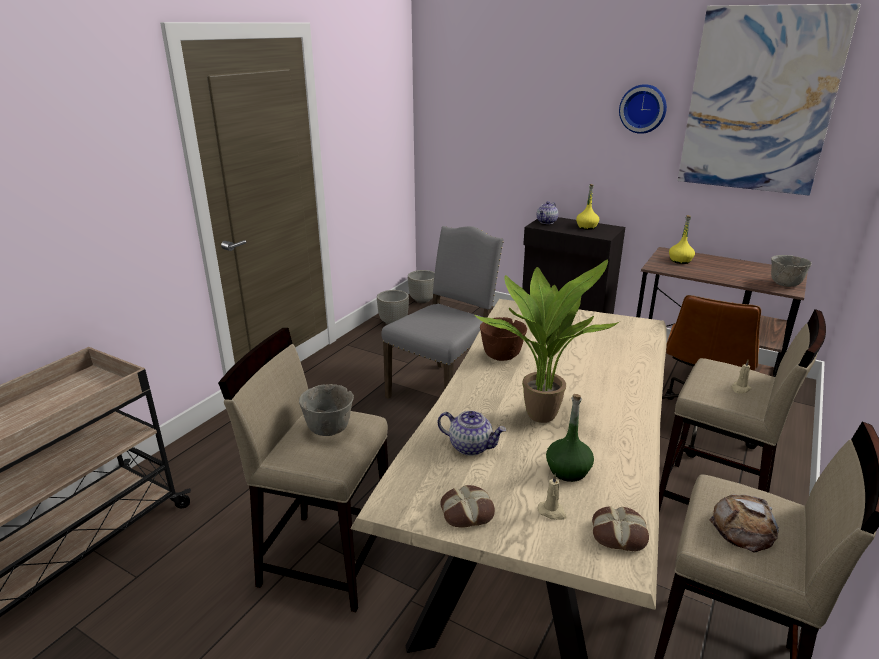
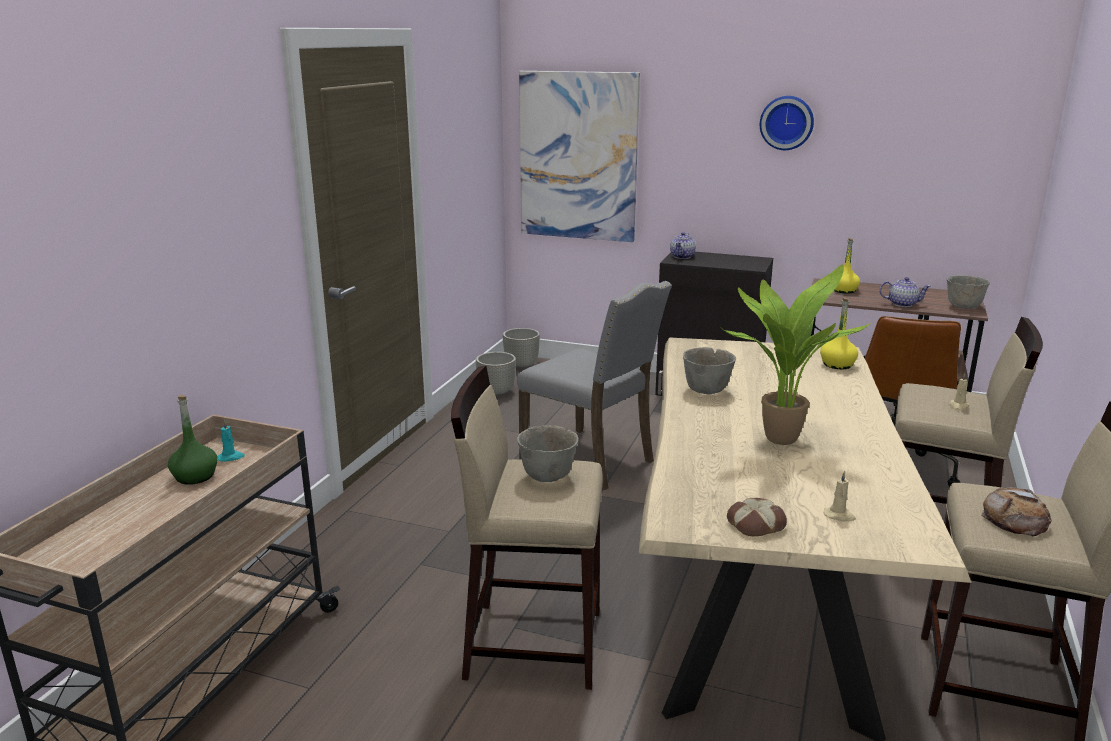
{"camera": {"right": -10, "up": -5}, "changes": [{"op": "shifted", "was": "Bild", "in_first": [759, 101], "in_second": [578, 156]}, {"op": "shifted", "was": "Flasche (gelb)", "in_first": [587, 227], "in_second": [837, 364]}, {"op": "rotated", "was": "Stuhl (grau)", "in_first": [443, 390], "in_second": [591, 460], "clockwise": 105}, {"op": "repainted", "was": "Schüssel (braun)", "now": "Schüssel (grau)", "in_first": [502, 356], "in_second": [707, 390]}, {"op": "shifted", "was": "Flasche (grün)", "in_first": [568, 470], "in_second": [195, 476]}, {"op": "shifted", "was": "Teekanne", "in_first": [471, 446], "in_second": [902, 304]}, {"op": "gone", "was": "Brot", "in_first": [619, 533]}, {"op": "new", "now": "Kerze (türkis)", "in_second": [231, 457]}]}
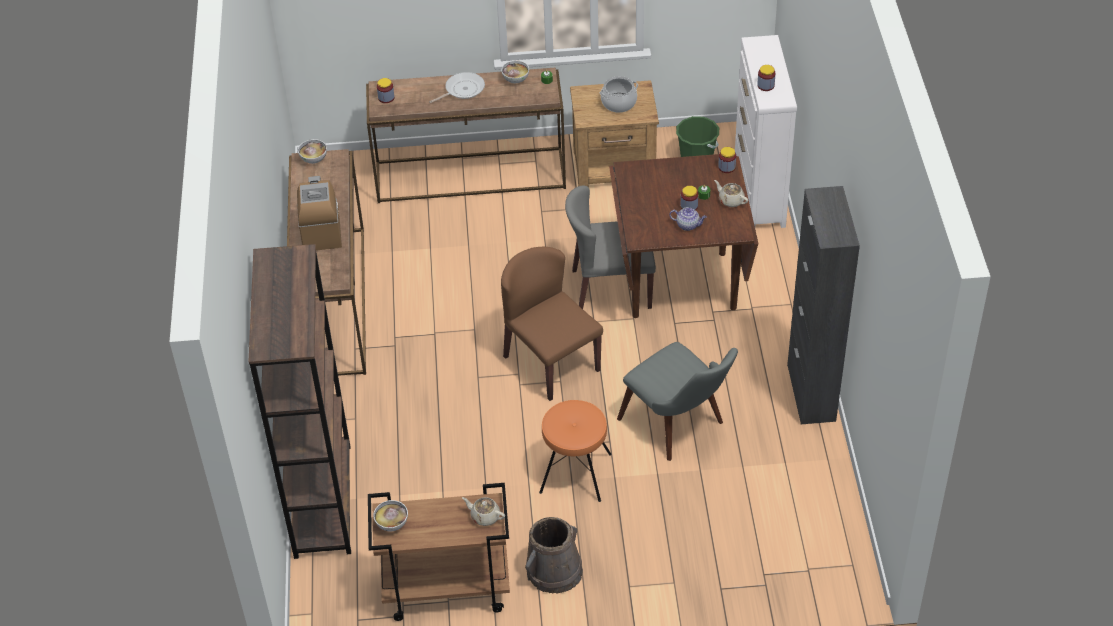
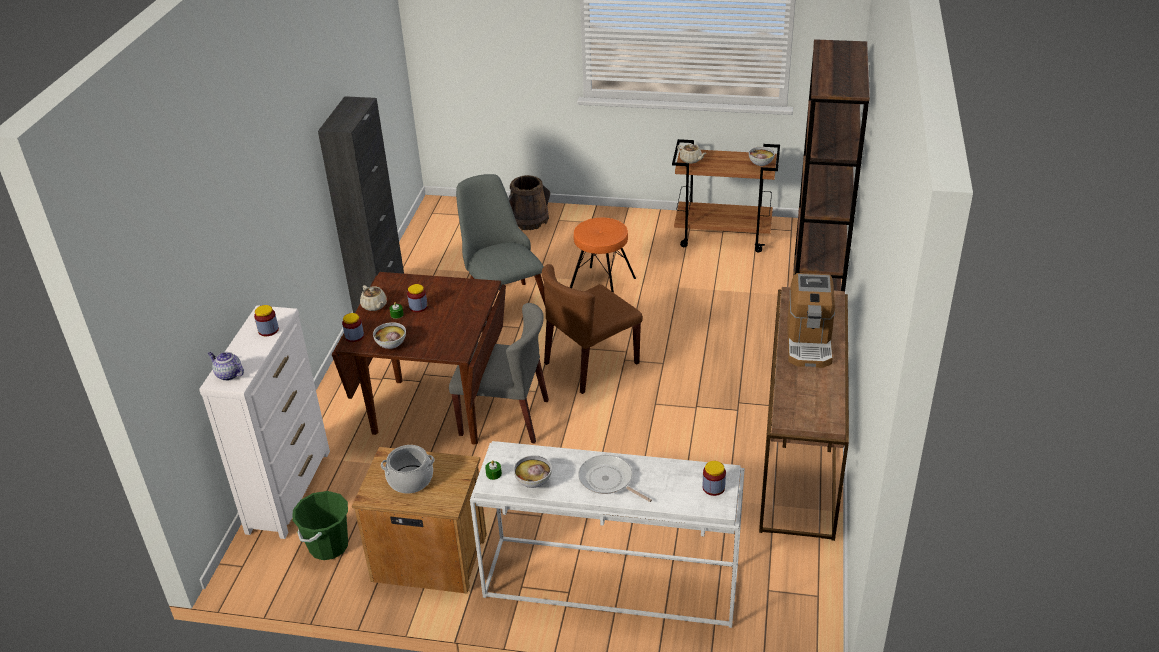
{"camera": {"right": -165, "up": -10}, "changes": [{"op": "repainted", "was": "Konsolentisch (braun)", "now": "Konsolentisch (weiß)", "in_first": [471, 175], "in_second": [609, 583]}, {"op": "rotated", "was": "Pfanne", "in_first": [462, 90], "in_second": [608, 481], "clockwise": 60}, {"op": "shifted", "was": "Schüssel", "in_first": [314, 159], "in_second": [391, 345]}, {"op": "shifted", "was": "Teekanne", "in_first": [688, 225], "in_second": [228, 374]}, {"op": "rotated", "was": "Stuhl (braun)", "in_first": [551, 363], "in_second": [591, 363], "clockwise": 75}, {"op": "shifted", "was": "Eimer (braun)", "in_first": [554, 571], "in_second": [528, 220]}]}
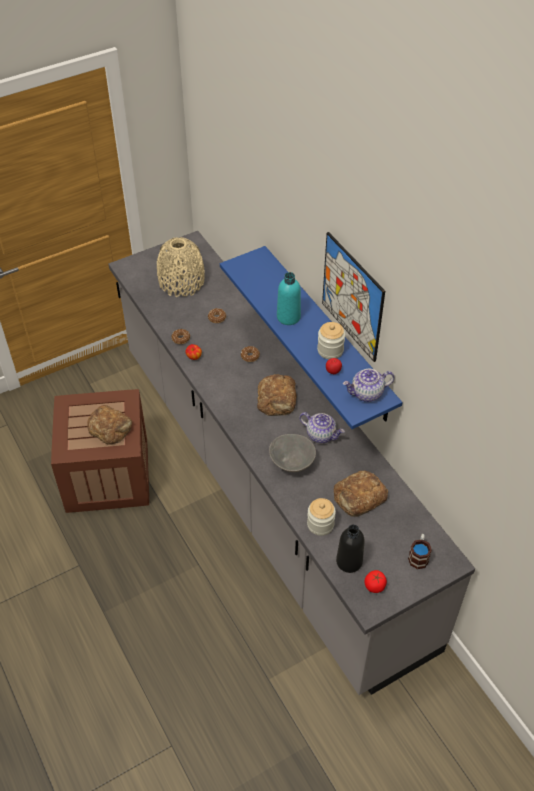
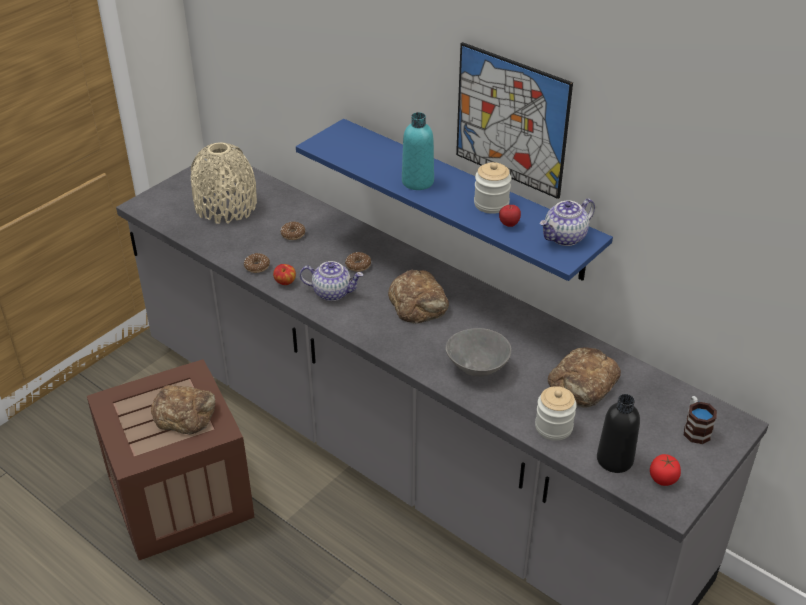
{"camera": {"right": -20, "up": -10}, "changes": [{"op": "shifted", "was": "Teekanne", "in_first": [321, 435], "in_second": [332, 292]}]}
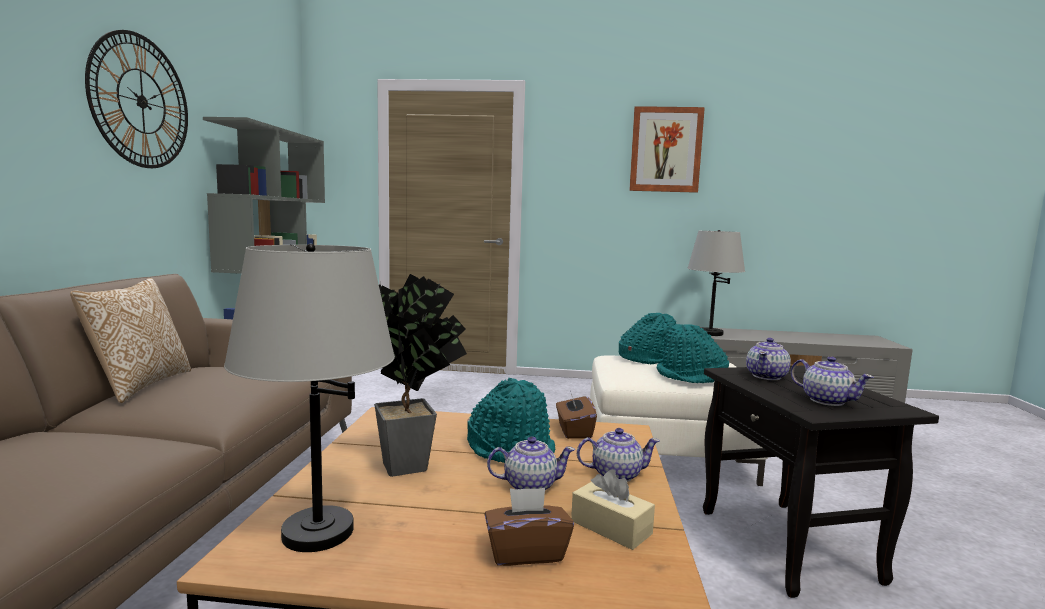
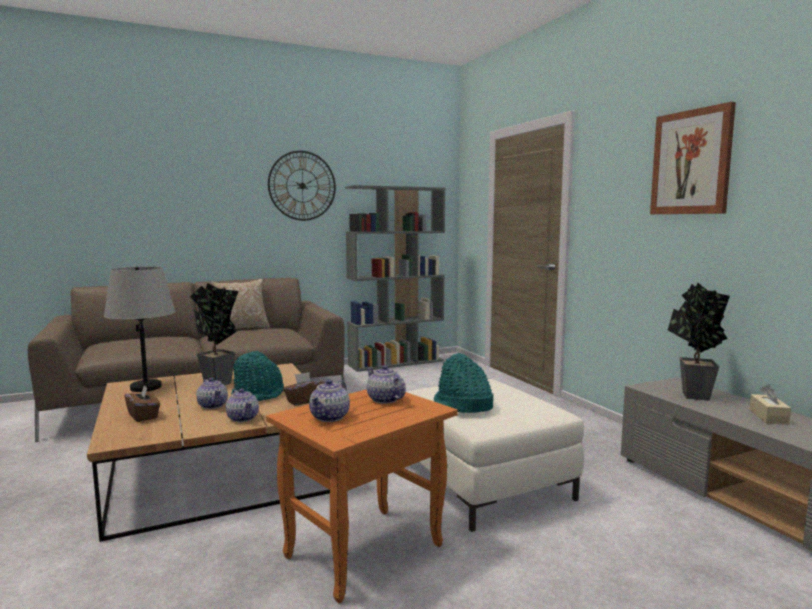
{"camera": {"right": 60, "up": 0}, "changes": [{"op": "swapped", "was": "Tischlampe (grau)", "now": "Topfpflanze", "in_first": [710, 333], "in_second": [693, 397]}, {"op": "gone", "was": "Hut (türkis)", "in_first": [648, 358]}, {"op": "rotated", "was": "Teekanne", "in_first": [767, 376], "in_second": [385, 400], "clockwise": 45}, {"op": "repainted", "was": "Beistelltisch (schwarz)", "now": "Beistelltisch (orange)", "in_first": [791, 547], "in_second": [363, 553]}, {"op": "shifted", "was": "Taschentuchbox (beige)", "in_first": [611, 527], "in_second": [768, 417]}]}
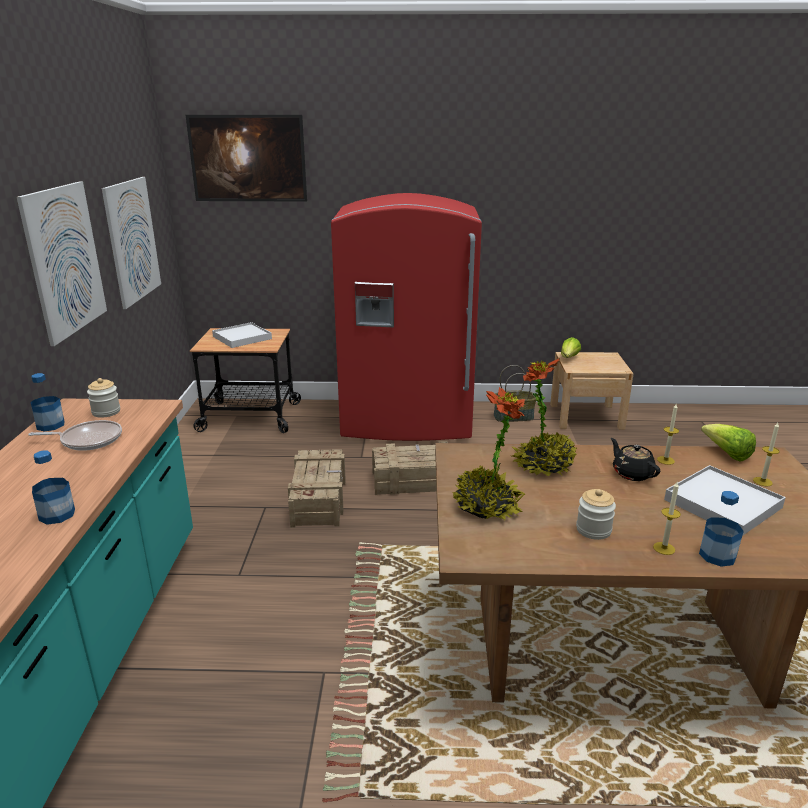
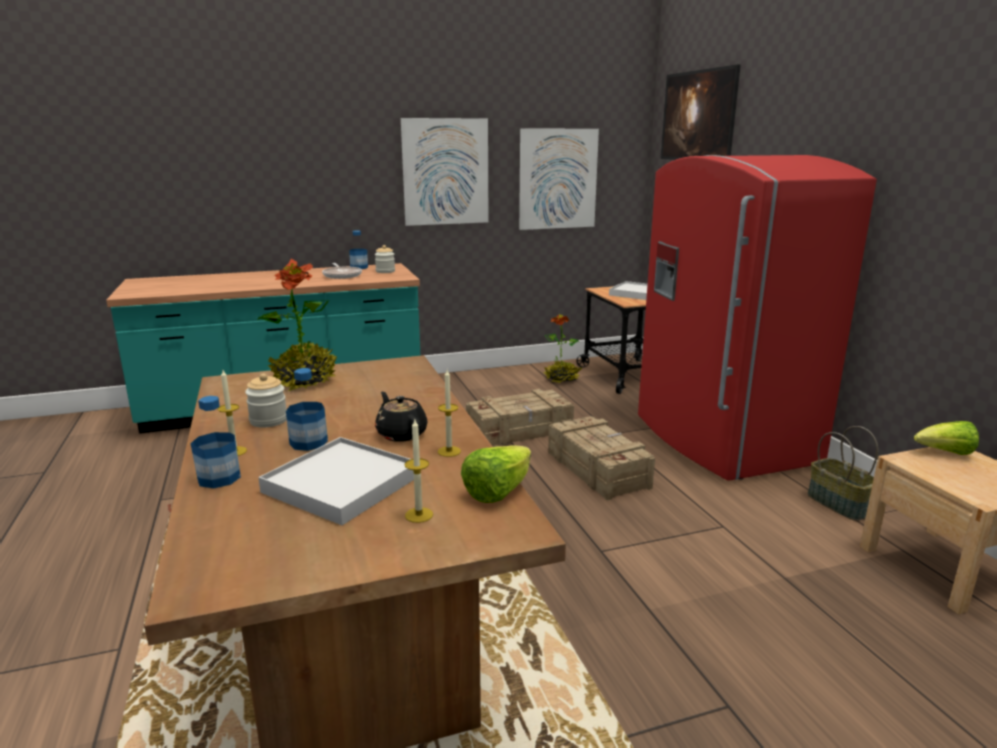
{"camera": {"right": 70, "up": -5}, "changes": [{"op": "shifted", "was": "Topfpflanze", "in_first": [543, 465], "in_second": [562, 379]}, {"op": "rotated", "was": "Teekanne (schwarz)", "in_first": [632, 473], "in_second": [401, 434], "clockwise": -75}, {"op": "shifted", "was": "Flasche", "in_first": [57, 515], "in_second": [308, 442]}]}
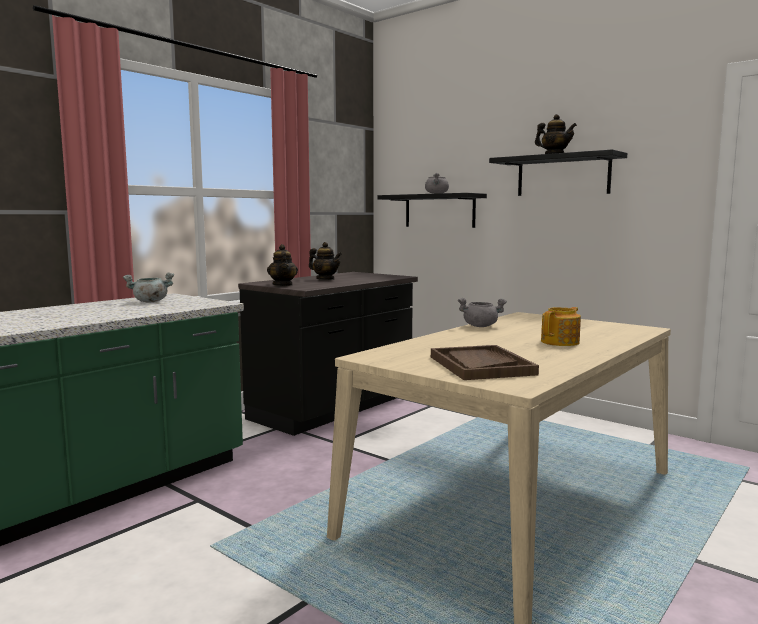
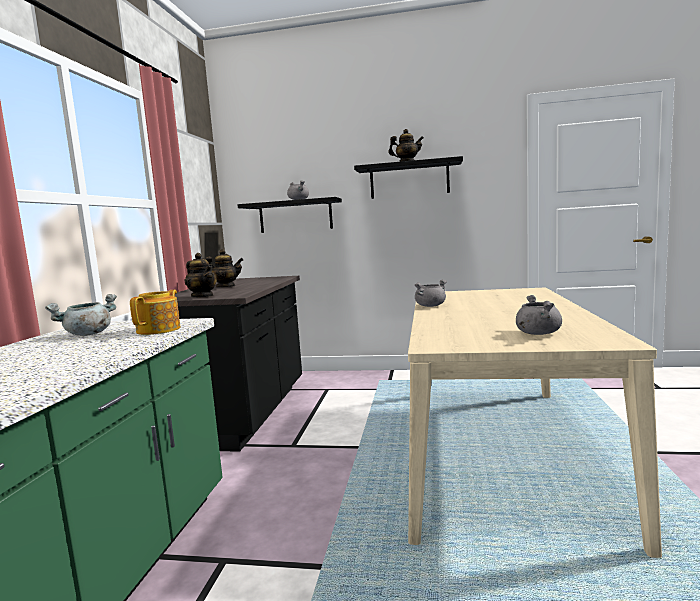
{"camera": {"right": -30, "up": 0}, "changes": [{"op": "shifted", "was": "Teekanne", "in_first": [561, 342], "in_second": [160, 330]}, {"op": "swapped", "was": "Tablett (braun)", "now": "Kochtopf (grau)", "in_first": [480, 365], "in_second": [537, 333]}]}
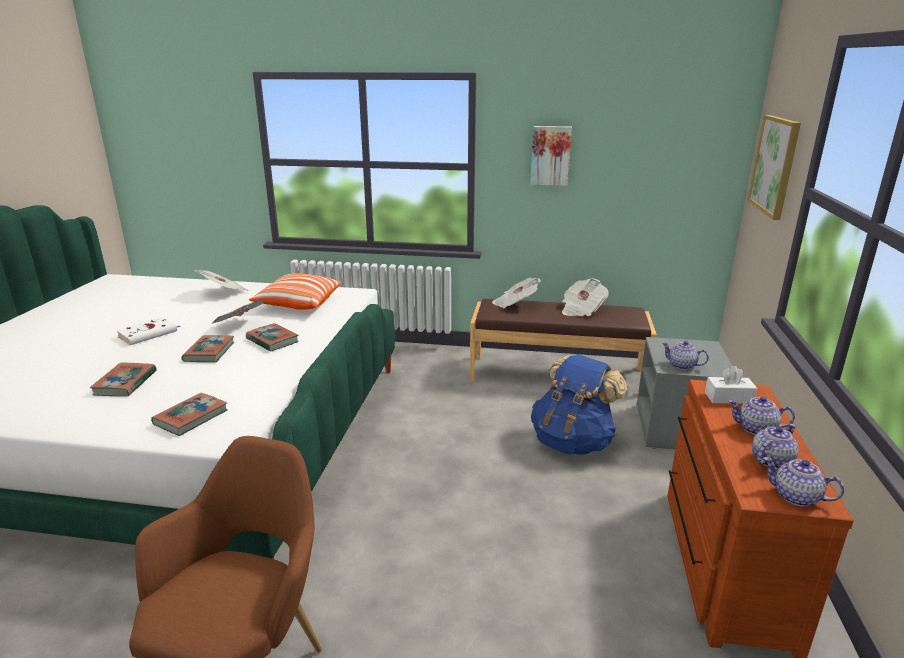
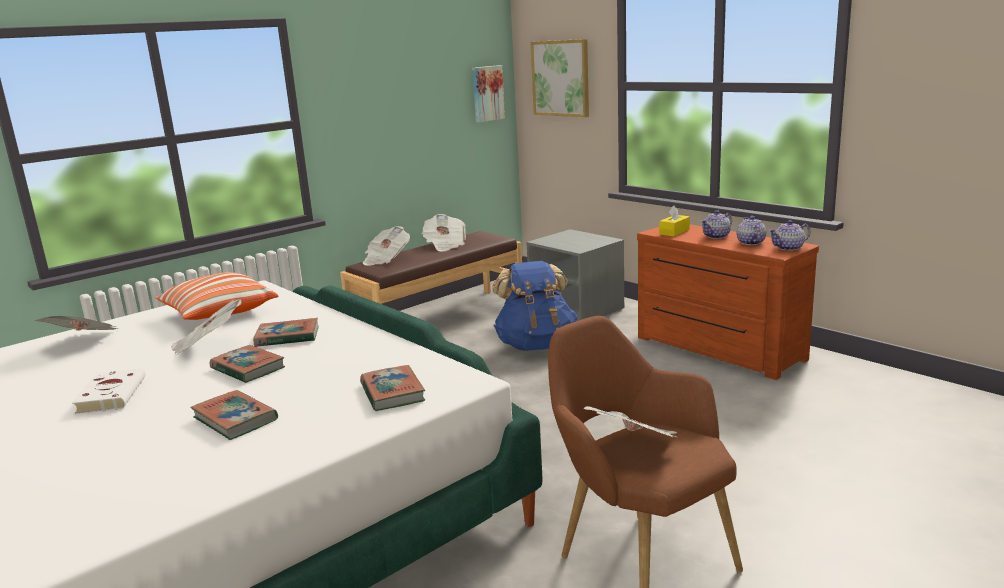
{"camera": {"right": -50, "up": -5}, "changes": [{"op": "shifted", "was": "Bild", "in_first": [550, 155], "in_second": [487, 93]}, {"op": "gone", "was": "Teekanne", "in_first": [682, 366]}, {"op": "repainted", "was": "Taschentuchbox (weiß)", "now": "Taschentuchbox (gelb)", "in_first": [728, 398], "in_second": [674, 232]}, {"op": "new", "now": "Zeitung", "in_second": [635, 445]}]}
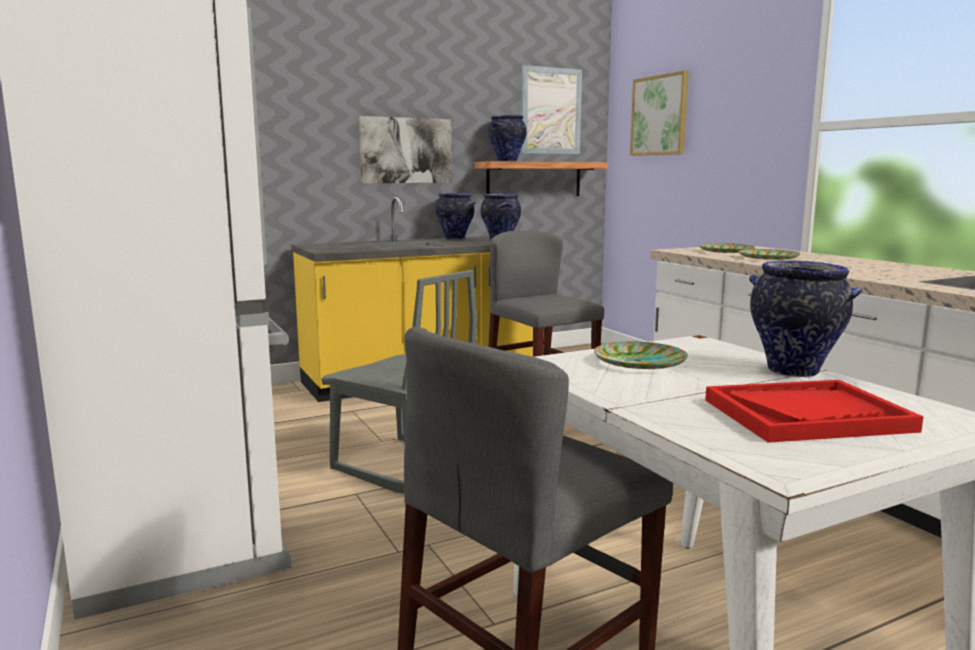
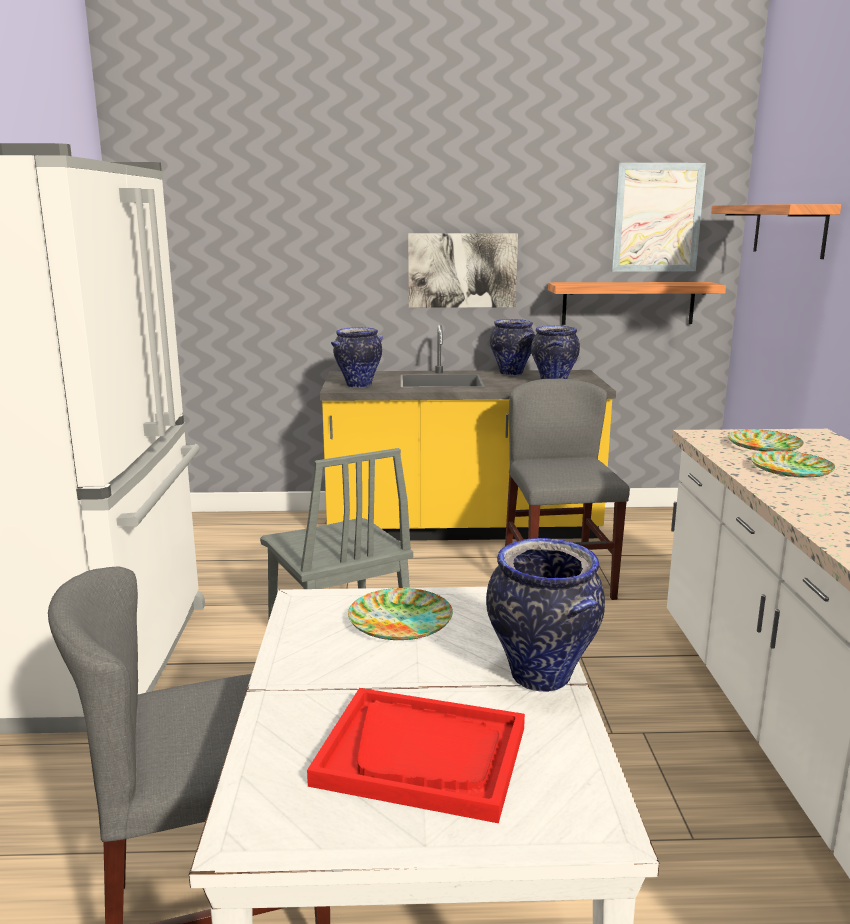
{"camera": {"right": 25, "up": 5}, "changes": [{"op": "swapped", "was": "Bild", "now": "Wandregal", "in_first": [659, 115], "in_second": [789, 230]}, {"op": "shifted", "was": "Vase", "in_first": [507, 161], "in_second": [358, 385]}]}
